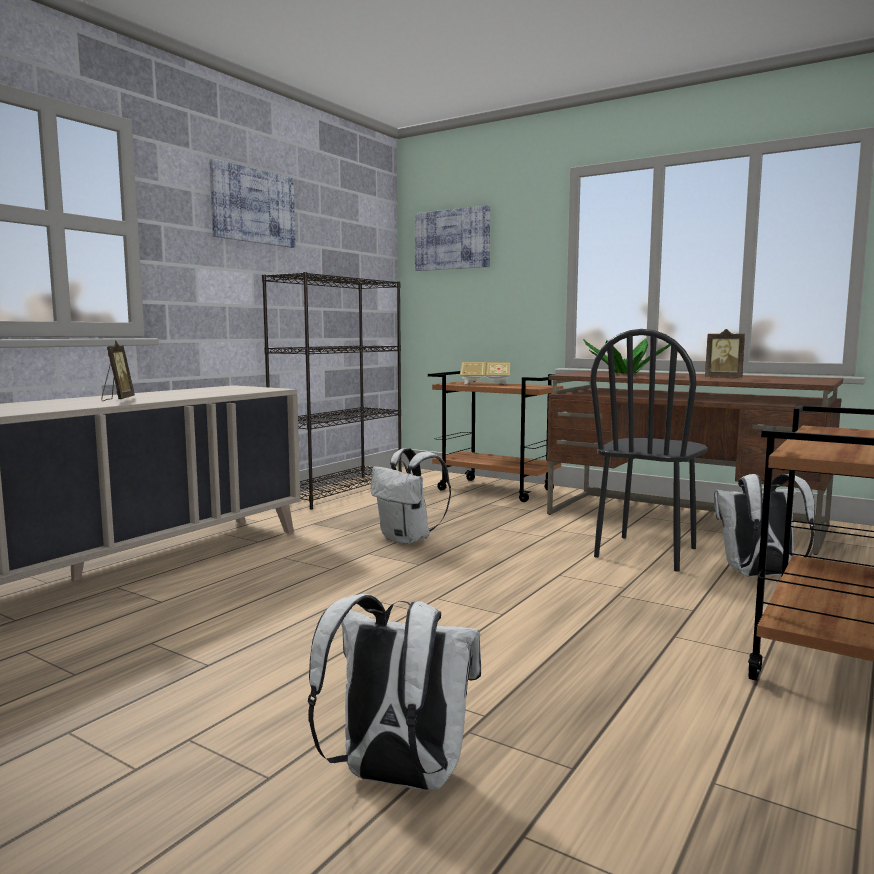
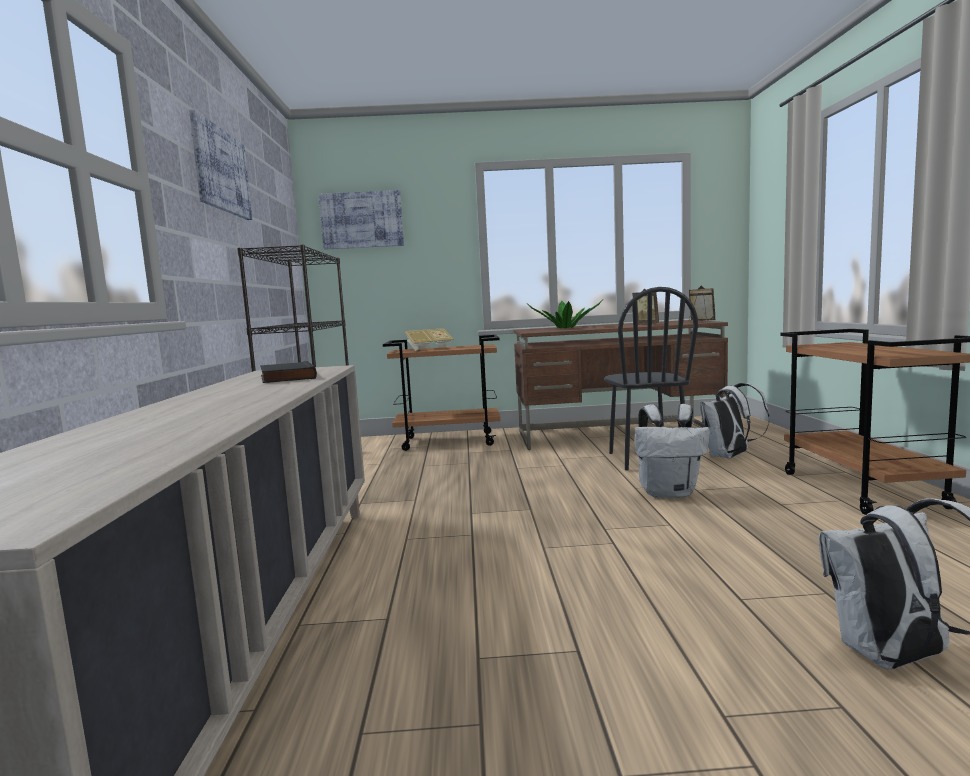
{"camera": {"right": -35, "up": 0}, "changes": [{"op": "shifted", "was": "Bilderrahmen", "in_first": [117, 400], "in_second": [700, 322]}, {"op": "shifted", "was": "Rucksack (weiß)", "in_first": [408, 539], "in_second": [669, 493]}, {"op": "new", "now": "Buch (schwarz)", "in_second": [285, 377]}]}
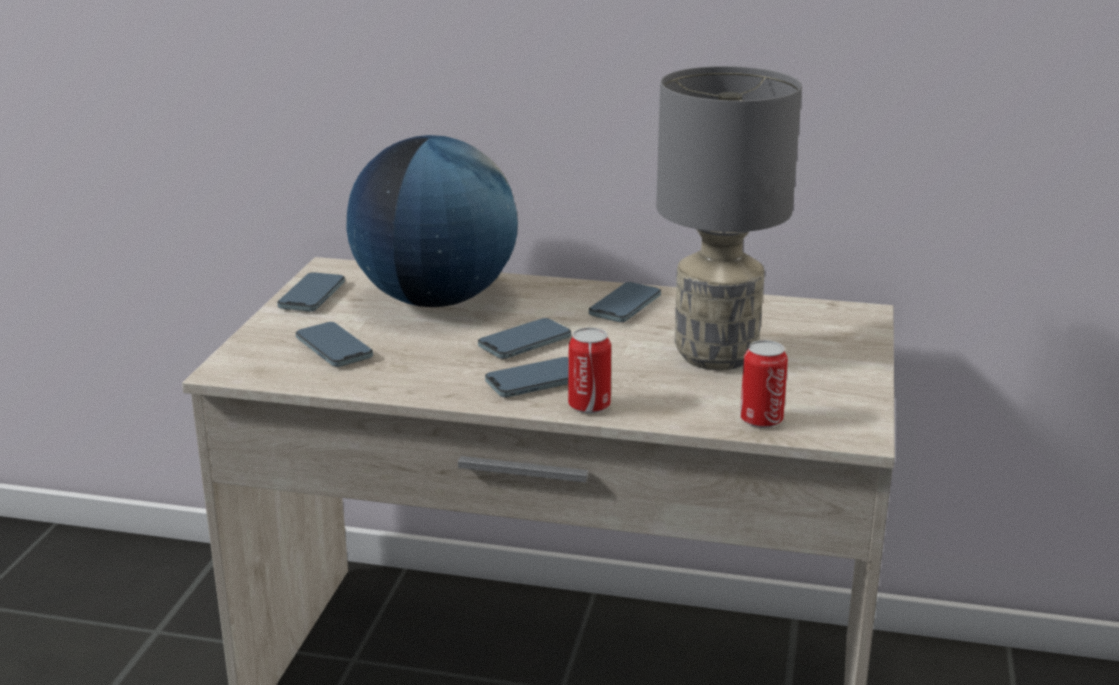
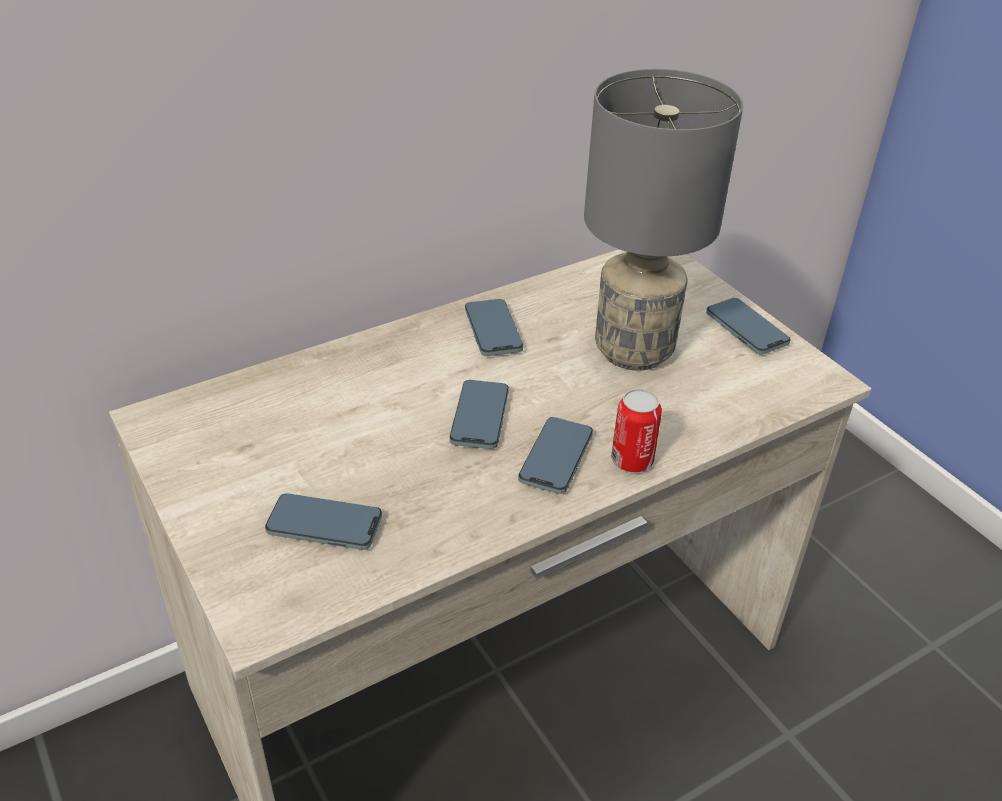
{"camera": {"right": -45, "up": 15}, "changes": [{"op": "gone", "was": "Globus", "in_first": [435, 300]}, {"op": "shifted", "was": "Handy", "in_first": [312, 296], "in_second": [746, 329]}, {"op": "gone", "was": "Dose", "in_first": [761, 420]}]}
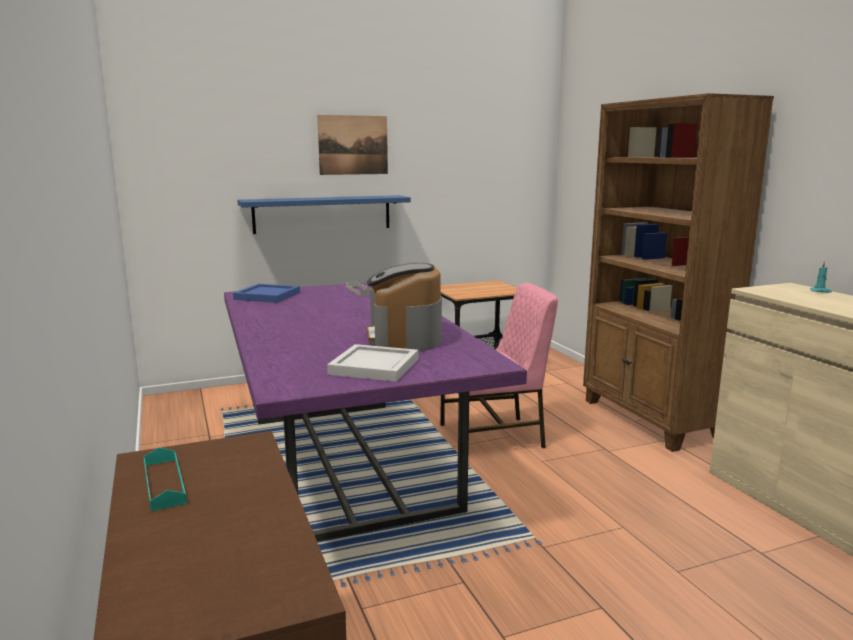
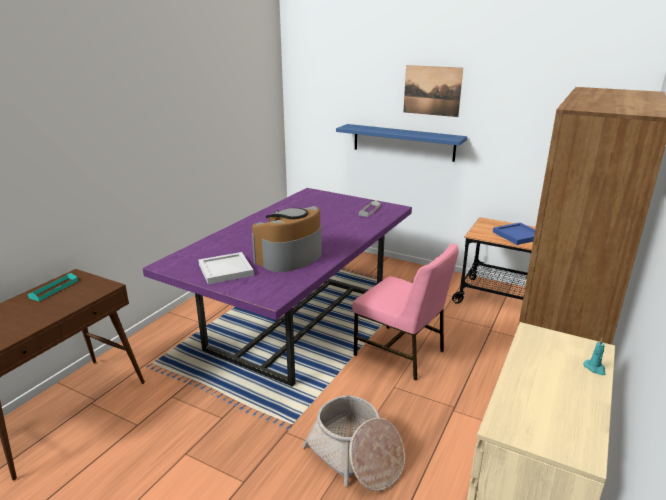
{"camera": {"right": 50, "up": 10}, "changes": [{"op": "shifted", "was": "Tablett (blau)", "in_first": [267, 295], "in_second": [518, 235]}, {"op": "new", "now": "Korb", "in_second": [355, 456]}]}
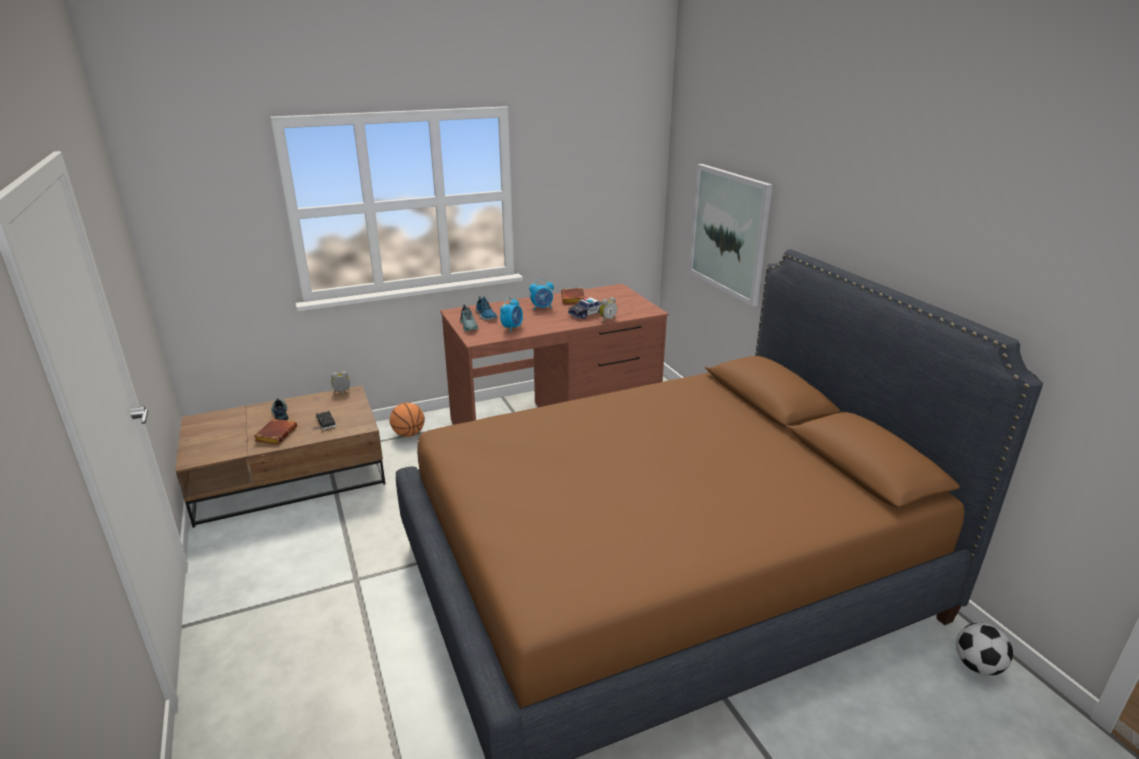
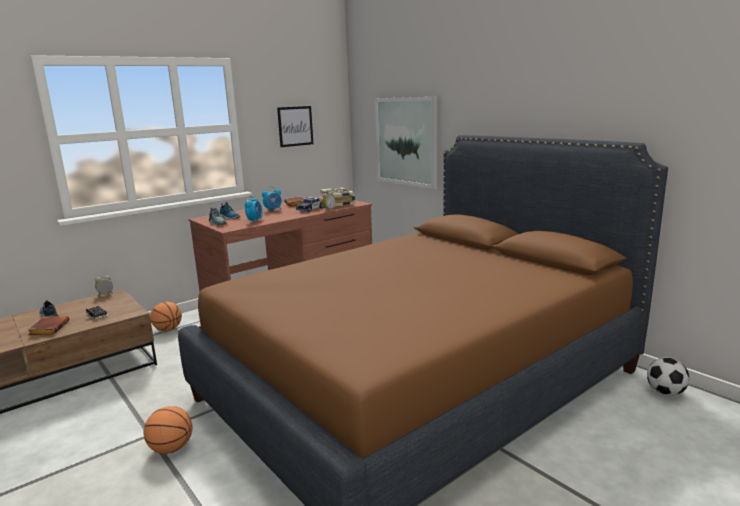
{"camera": {"right": -15, "up": -10}, "changes": [{"op": "new", "now": "Bild", "in_second": [295, 126]}, {"op": "new", "now": "Buch", "in_second": [338, 203]}, {"op": "new", "now": "Basketball", "in_second": [171, 449]}]}
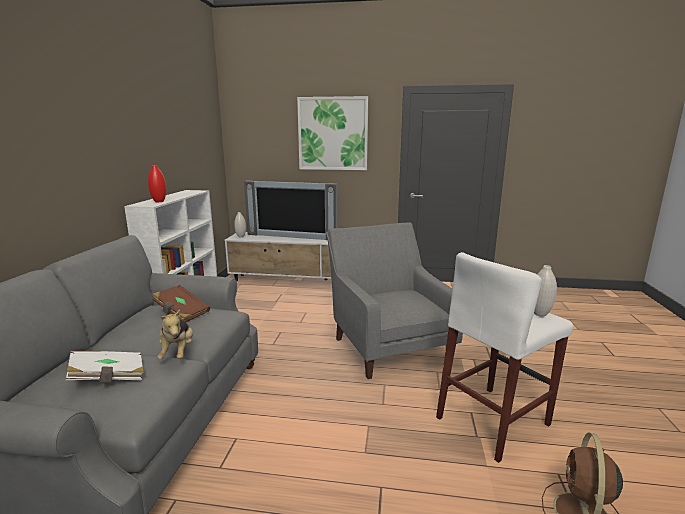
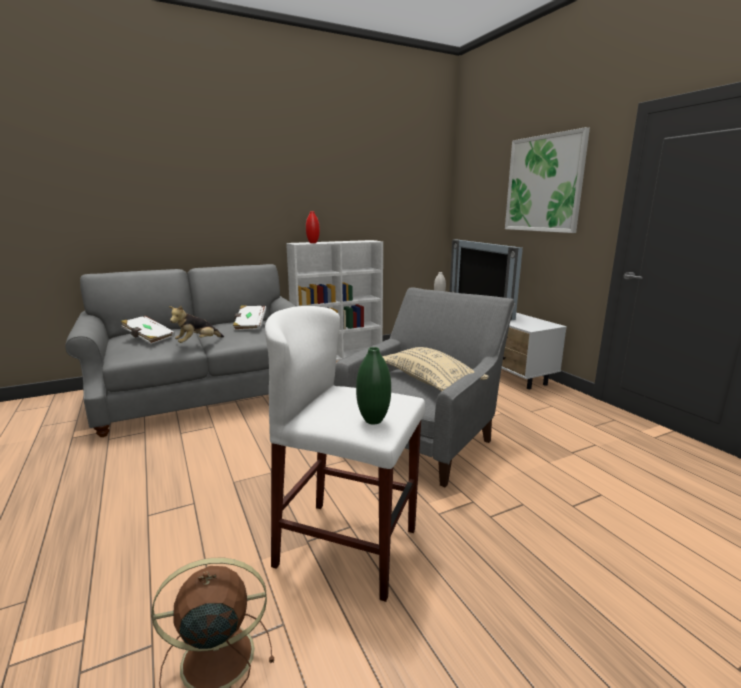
{"camera": {"right": 55, "up": 0}, "changes": [{"op": "repainted", "was": "Vase (weiß)", "now": "Vase (grün)", "in_first": [540, 314], "in_second": [373, 420]}, {"op": "repainted", "was": "Buch (braun)", "now": "Buch (weiß)", "in_first": [181, 313], "in_second": [250, 326]}, {"op": "new", "now": "Kissen (beige)", "in_second": [429, 380]}]}
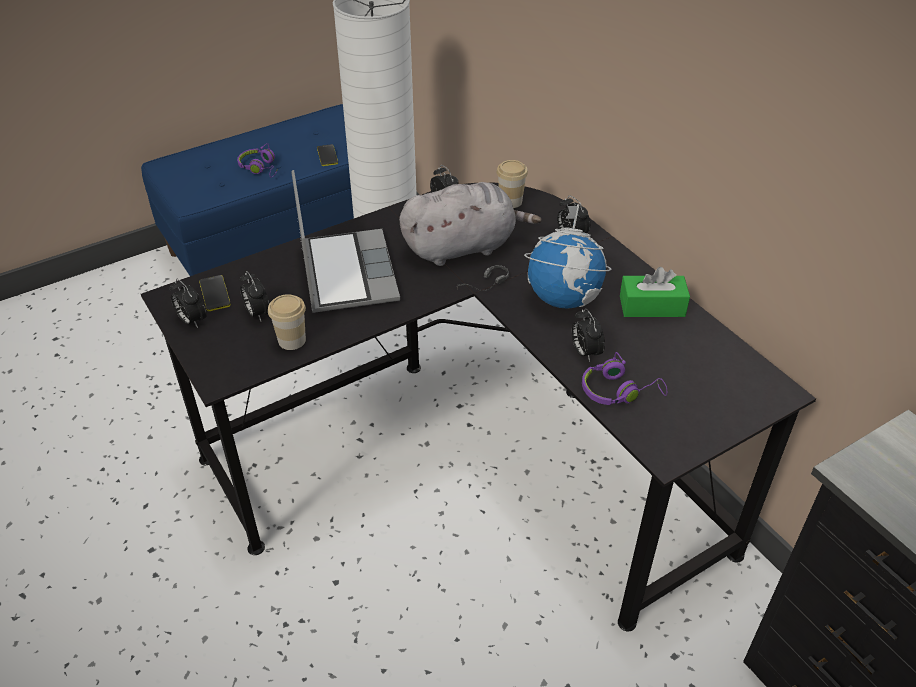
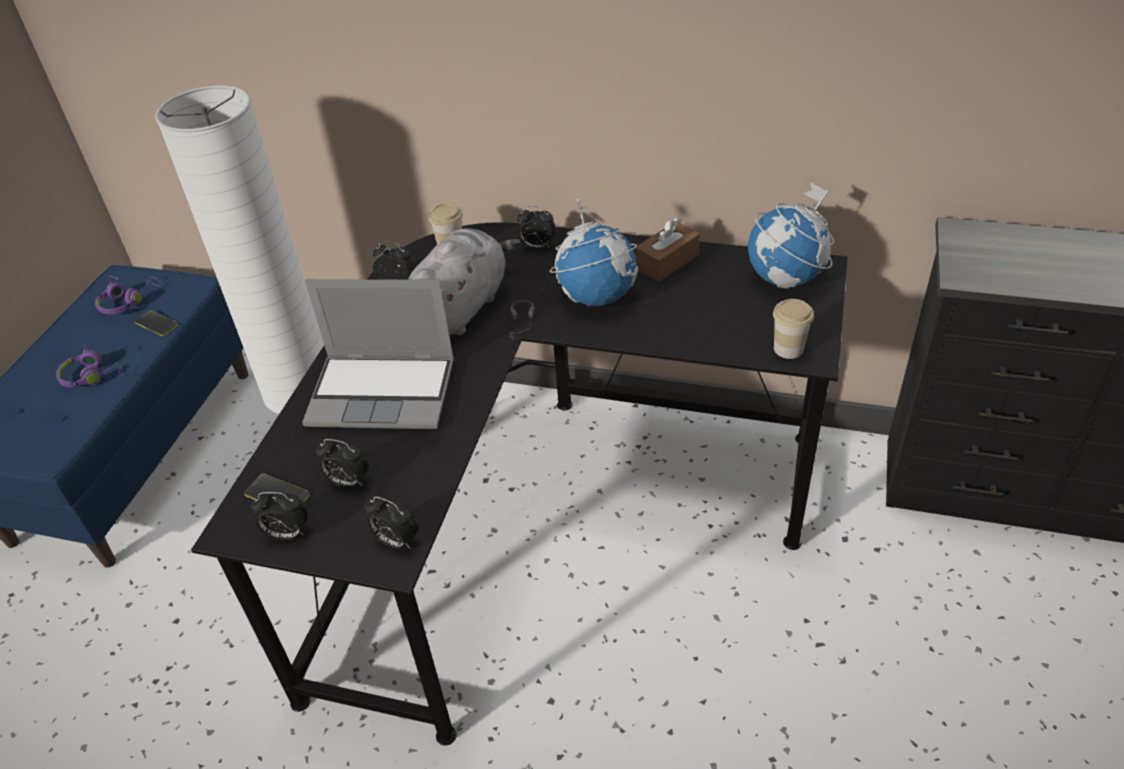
{"camera": {"right": -40, "up": 0}, "changes": [{"op": "rotated", "was": "Laptop", "in_first": [346, 272], "in_second": [384, 392], "clockwise": 150}, {"op": "repainted", "was": "Taschentuchbox (grün)", "now": "Taschentuchbox (braun)", "in_first": [652, 306], "in_second": [667, 262]}, {"op": "shifted", "was": "Tasse", "in_first": [292, 340], "in_second": [788, 349]}, {"op": "shifted", "was": "Wecker", "in_first": [585, 352], "in_second": [396, 541]}, {"op": "shifted", "was": "Kopfhörer (lila)", "in_first": [619, 391], "in_second": [128, 301]}, {"op": "new", "now": "Globus", "in_second": [786, 278]}]}
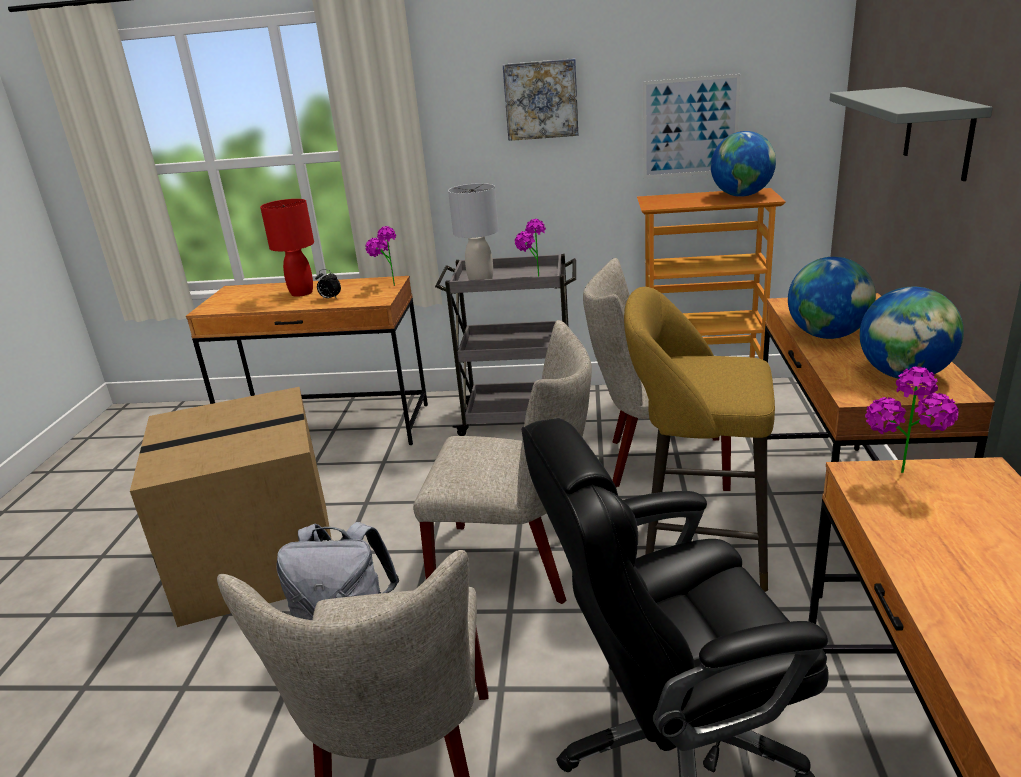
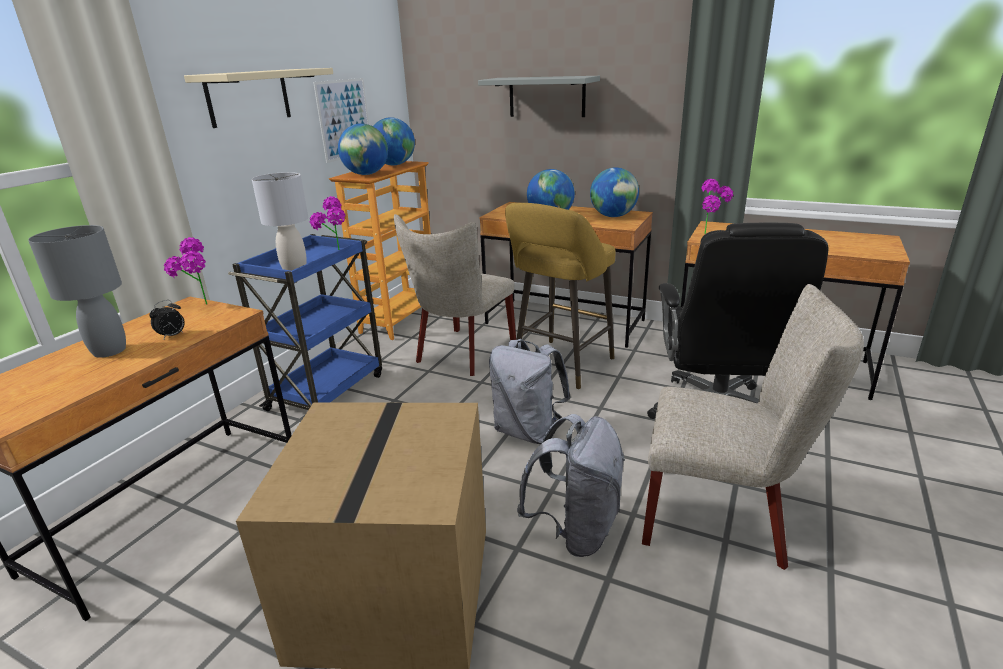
{"camera": {"right": -70, "up": 0}, "changes": [{"op": "swapped", "was": "Bild", "now": "Wandregal (beige)", "in_first": [541, 99], "in_second": [248, 97]}, {"op": "repainted", "was": "Tischlampe (rot)", "now": "Tischlampe (grau)", "in_first": [302, 293], "in_second": [109, 351]}, {"op": "repainted", "was": "Rollwagen (grau)", "now": "Rollwagen (blau)", "in_first": [520, 417], "in_second": [328, 390]}, {"op": "swapped", "was": "Stuhl (beige)", "now": "Rucksack (grau)", "in_first": [517, 563], "in_second": [528, 431]}, {"op": "new", "now": "Globus", "in_second": [366, 174]}]}
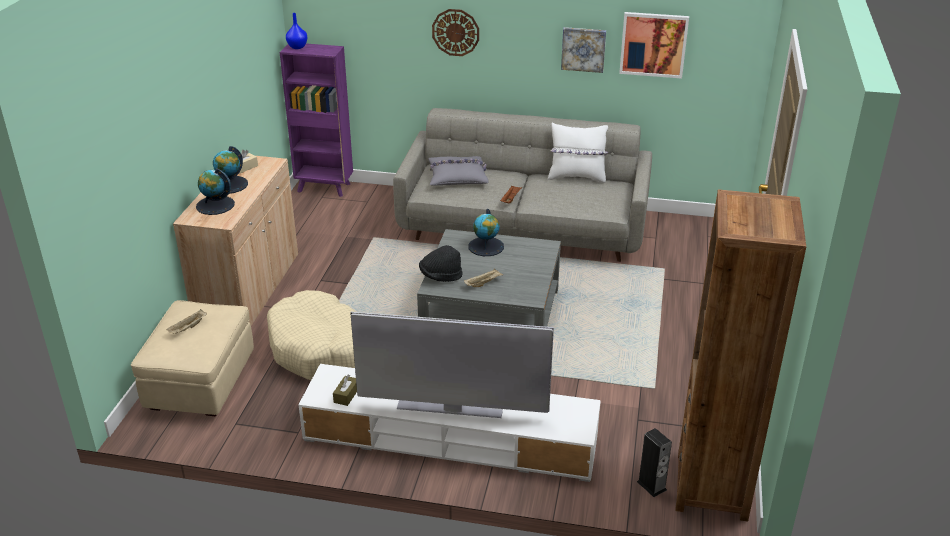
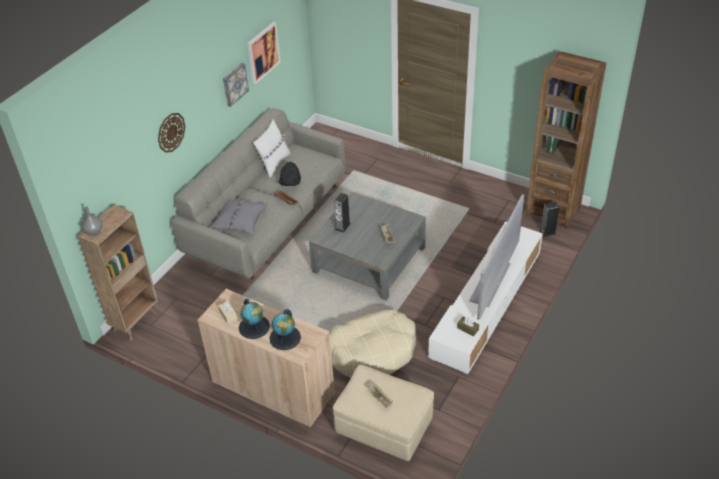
{"camera": {"right": -70, "up": 10}, "changes": [{"op": "repainted", "was": "Vase (blau)", "now": "Vase (grau)", "in_first": [297, 47], "in_second": [94, 232]}, {"op": "repainted", "was": "Bücherregal (lila)", "now": "Bücherregal (braun)", "in_first": [325, 188], "in_second": [136, 321]}, {"op": "swapped", "was": "Globus", "now": "Lautsprecher", "in_first": [486, 246], "in_second": [342, 226]}, {"op": "shifted", "was": "Hut (schwarz)", "in_first": [440, 276], "in_second": [290, 183]}]}
